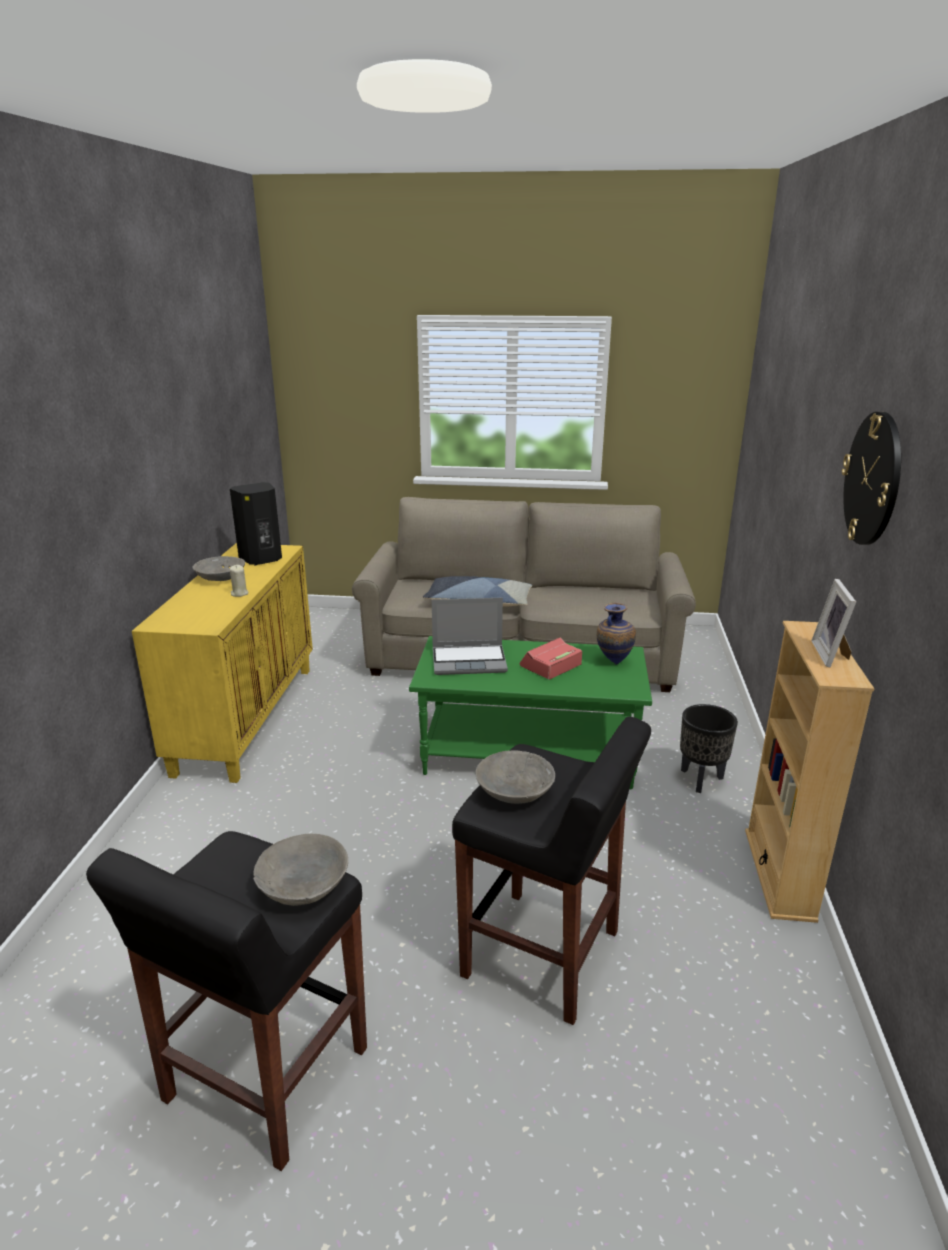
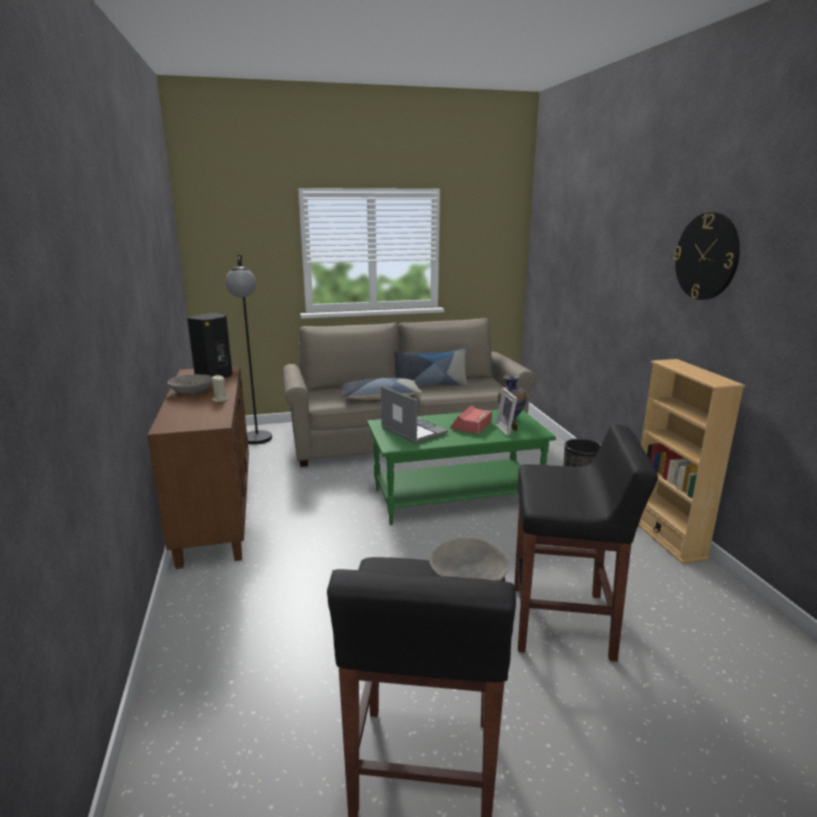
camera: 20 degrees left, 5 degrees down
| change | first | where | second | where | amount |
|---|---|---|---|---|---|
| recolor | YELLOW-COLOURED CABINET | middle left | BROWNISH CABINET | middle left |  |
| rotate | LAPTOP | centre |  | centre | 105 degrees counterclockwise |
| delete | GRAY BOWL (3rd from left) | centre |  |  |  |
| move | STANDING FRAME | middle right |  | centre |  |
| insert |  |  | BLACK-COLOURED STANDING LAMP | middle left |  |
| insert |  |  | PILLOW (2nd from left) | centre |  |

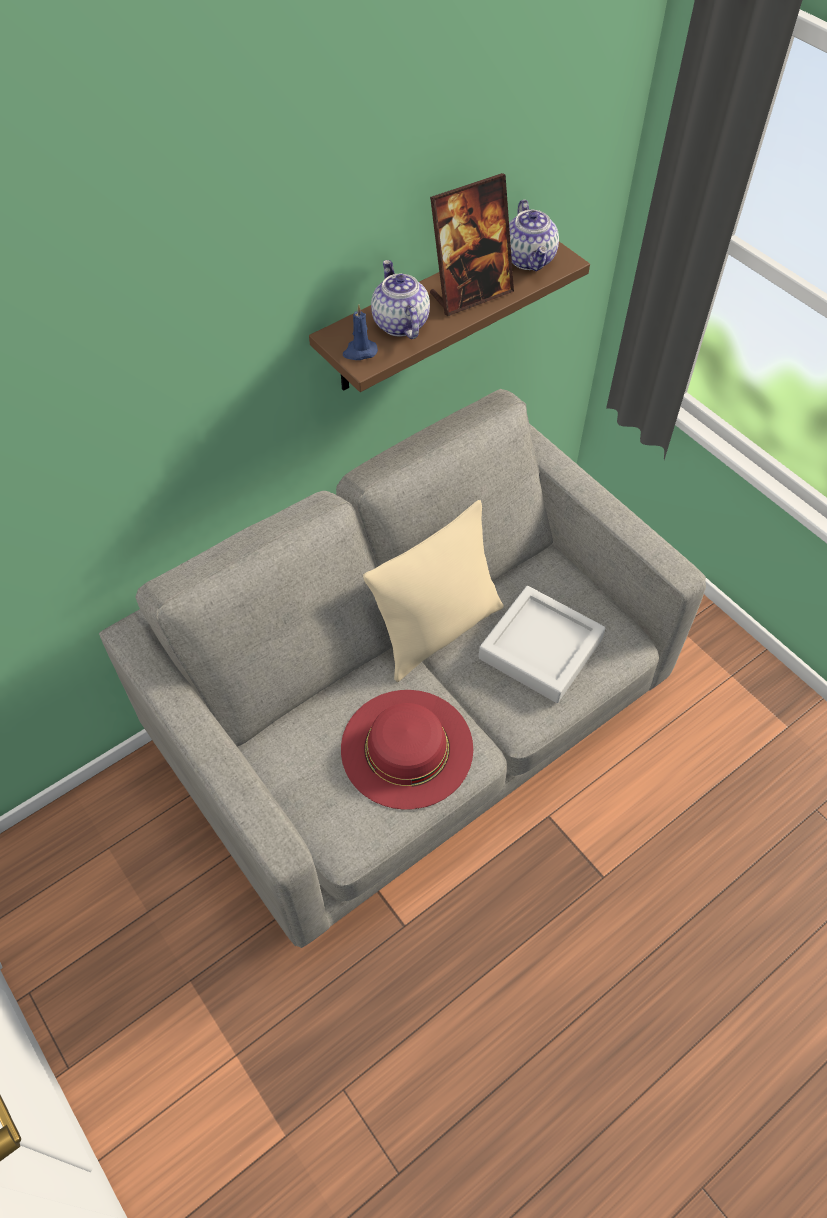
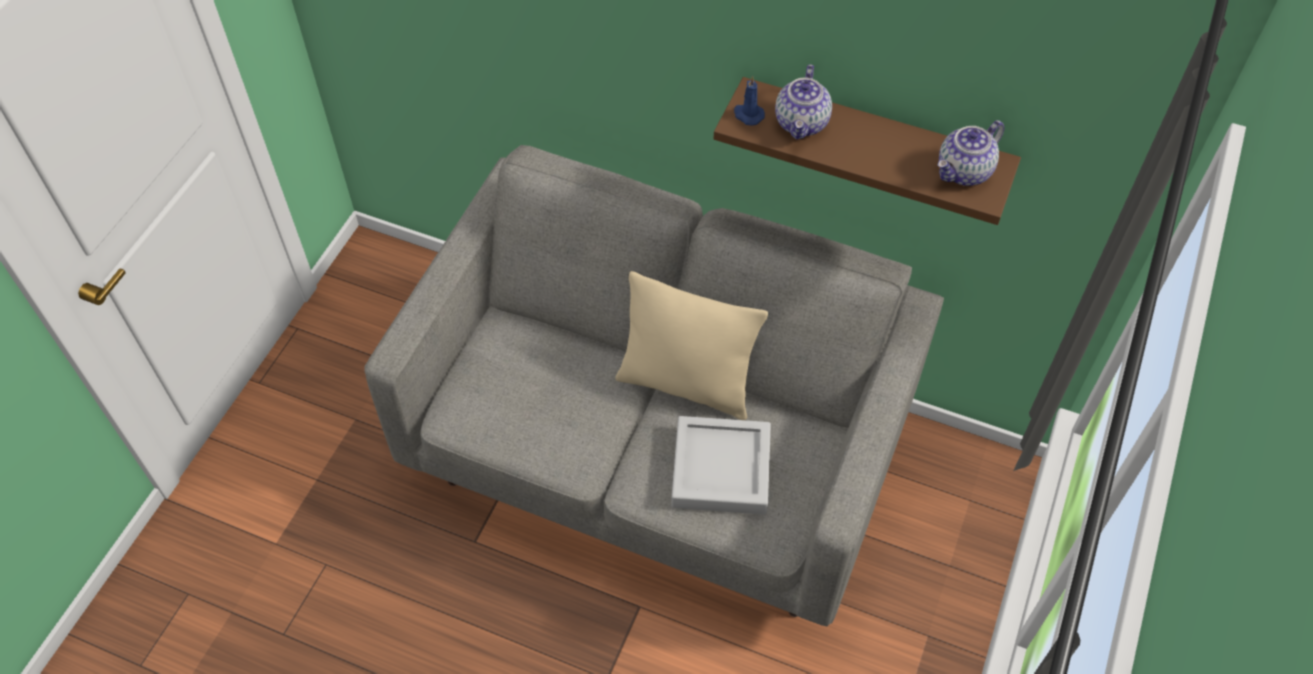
camera: 60 degrees right, 0 degrees up
| change | first | where | second | where | amount |
|---|---|---|---|---|---|
| delete | REDDISH WEARABLE HAT | centre |  |  |  |
| rotate | TEAPOT (1st from left) | top centre |  | top centre | 150 degrees clockwise |
| delete | STANDING FRAME | top centre |  |  |  |

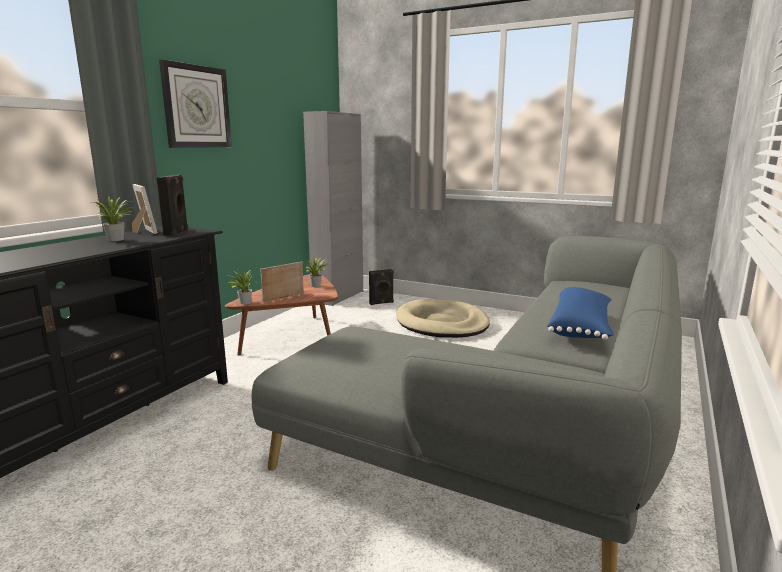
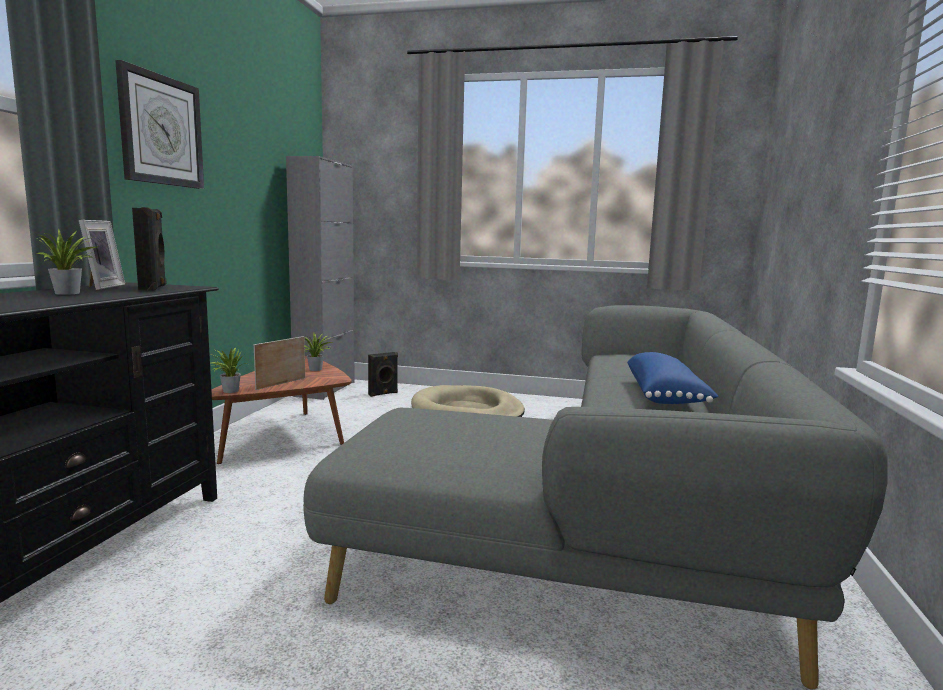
camera: 15 degrees left, 5 degrees down
| change | first | where | second | where | amount |
|---|---|---|---|---|---|
| rotate | STANDING FRAME (1st from left) | middle left |  | middle left | 45 degrees clockwise |

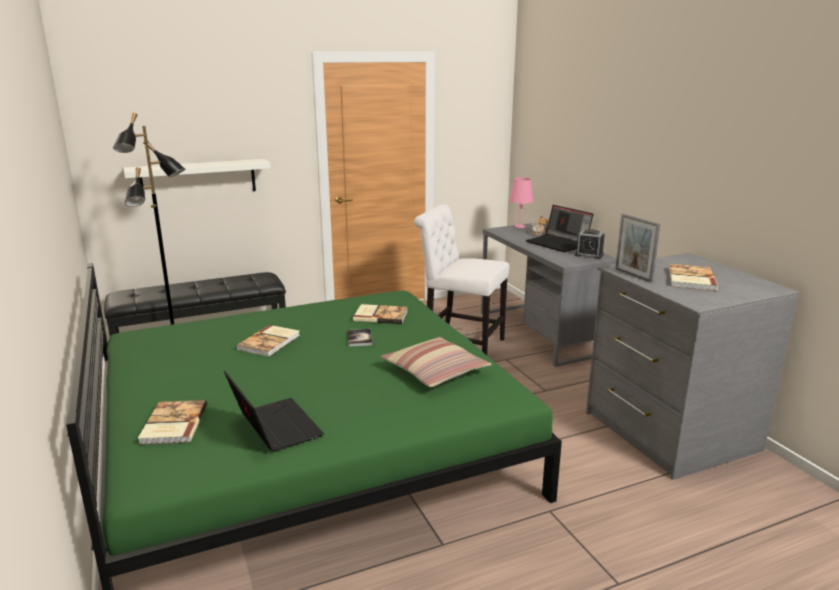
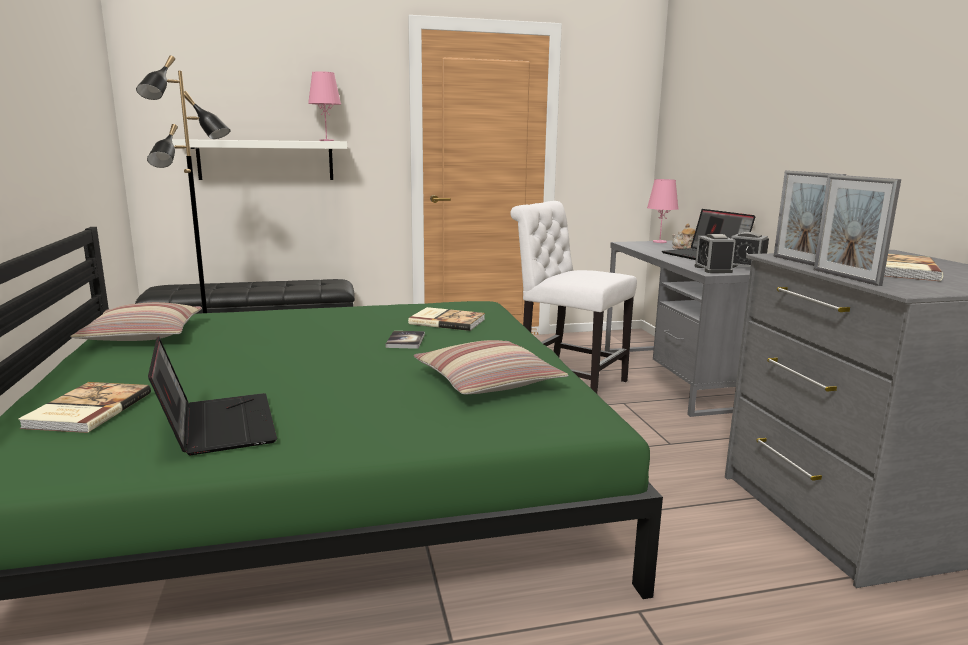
camera: 10 degrees right, 5 degrees down
| change | first | where | second | where | amount |
|---|---|---|---|---|---|
| delete | VOLUME (2nd from left) | middle left |  |  |  |
| insert |  |  | PILLOW (1st from left) | middle left |  |
| insert |  |  | PINKISH TABLE LAMP (1st from left) | top centre |  |
| insert |  |  | TABLE CLOCK (1st from left) | middle right |  |
| insert |  |  | STANDING FRAME (2nd from left) | middle right |  |

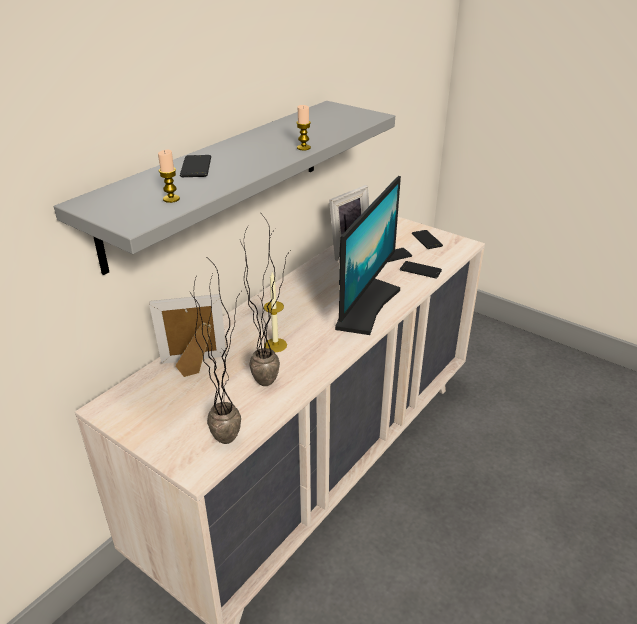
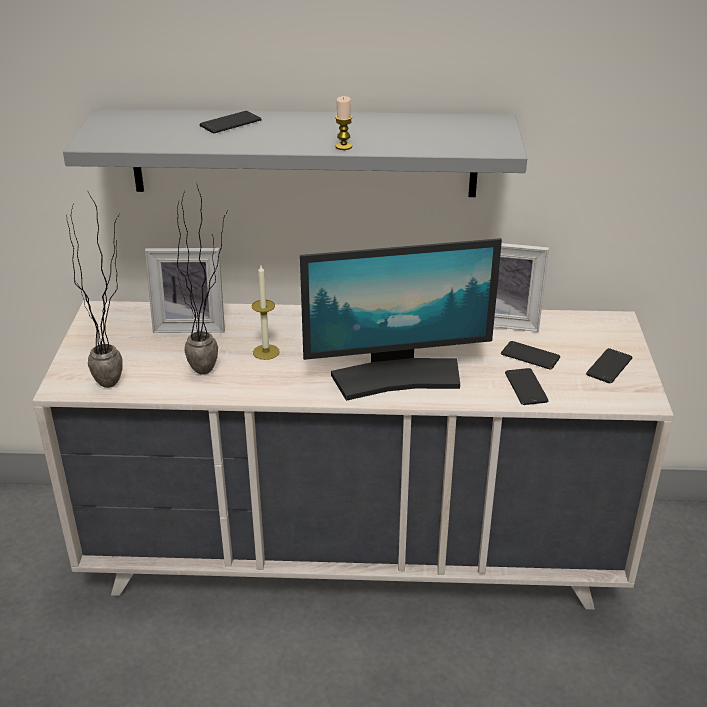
camera: 55 degrees right, 0 degrees up
| change | first | where | second | where | amount |
|---|---|---|---|---|---|
| rotate | STANDING FRAME (1st from left) | middle left |  | middle left | 135 degrees clockwise |
| delete | CANDLE (1st from left) | top left |  |  |  |

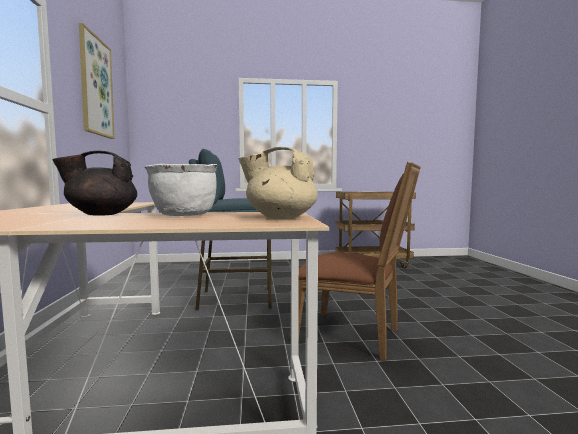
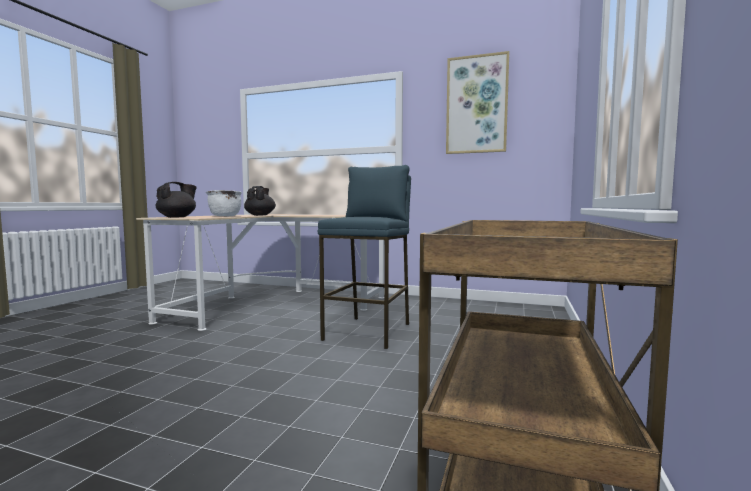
camera: 115 degrees right, 0 degrees up
| change | first | where | second | where | amount |
|---|---|---|---|---|---|
| recolor | BEIGE TEAPOT | centre | BLACK-COLOURED TEAPOT (1st from left) | middle left |  |
| delete | BROWNISH CHAIR | centre |  |  |  |

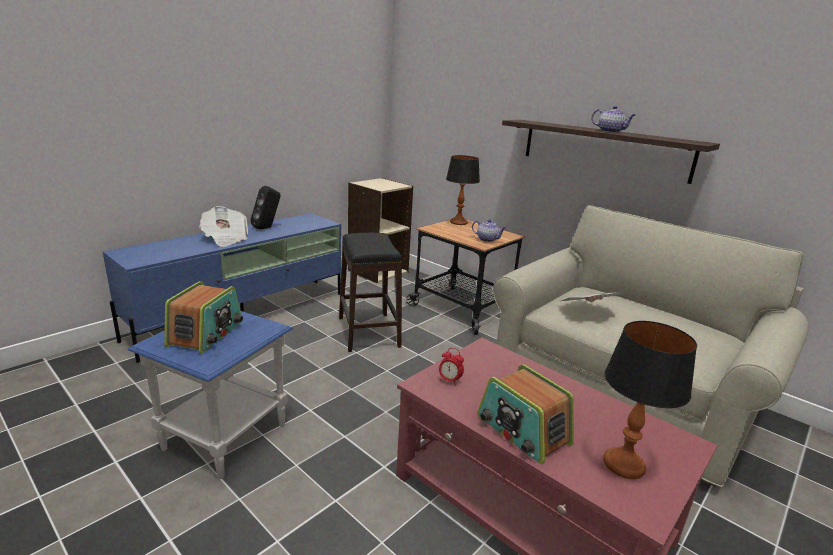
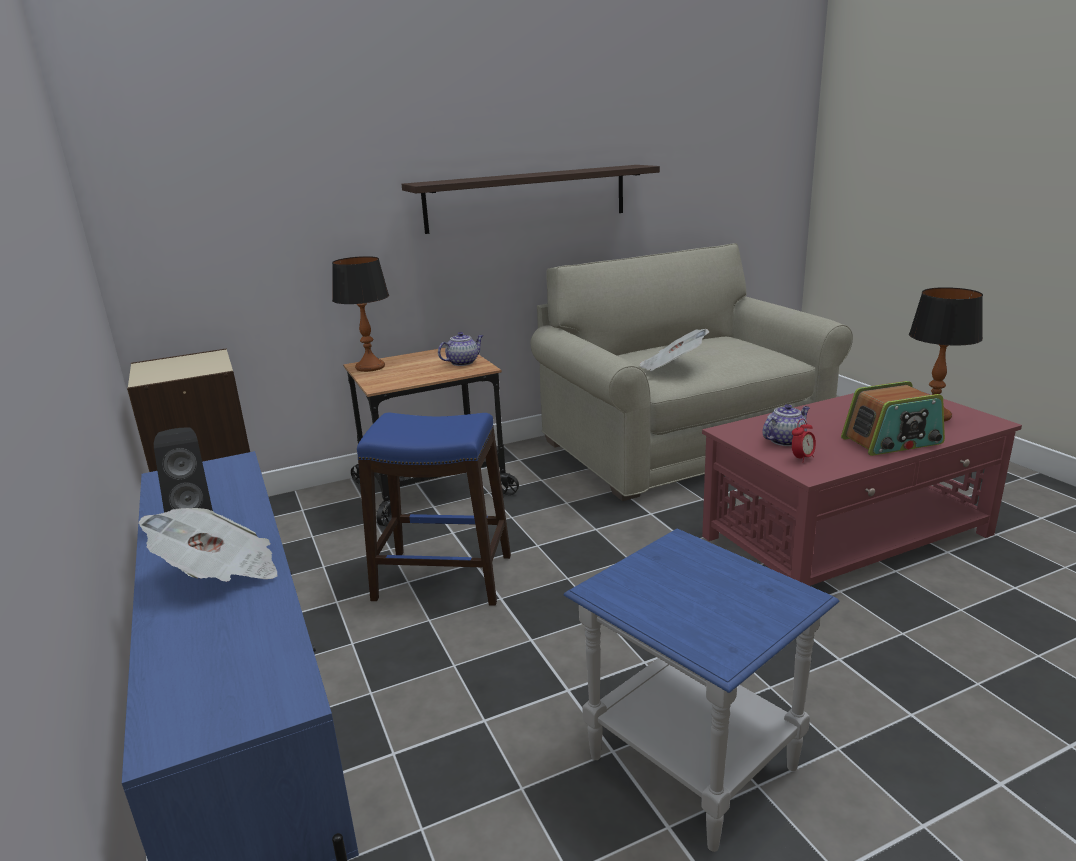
camera: 65 degrees left, 0 degrees up
| change | first | where | second | where | amount |
|---|---|---|---|---|---|
| delete | RADIO SET (1st from left) | middle left |  |  |  |
| recolor | BLACK-COLOURED STOOL SEAT | centre | BLUISH STOOL SEAT | centre |  |
| move | TEAPOT (2nd from left) | top right |  | middle right |  |

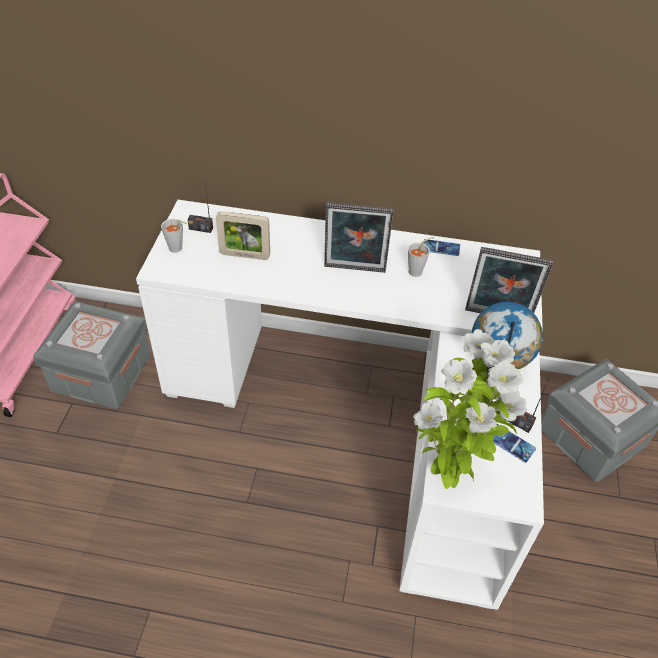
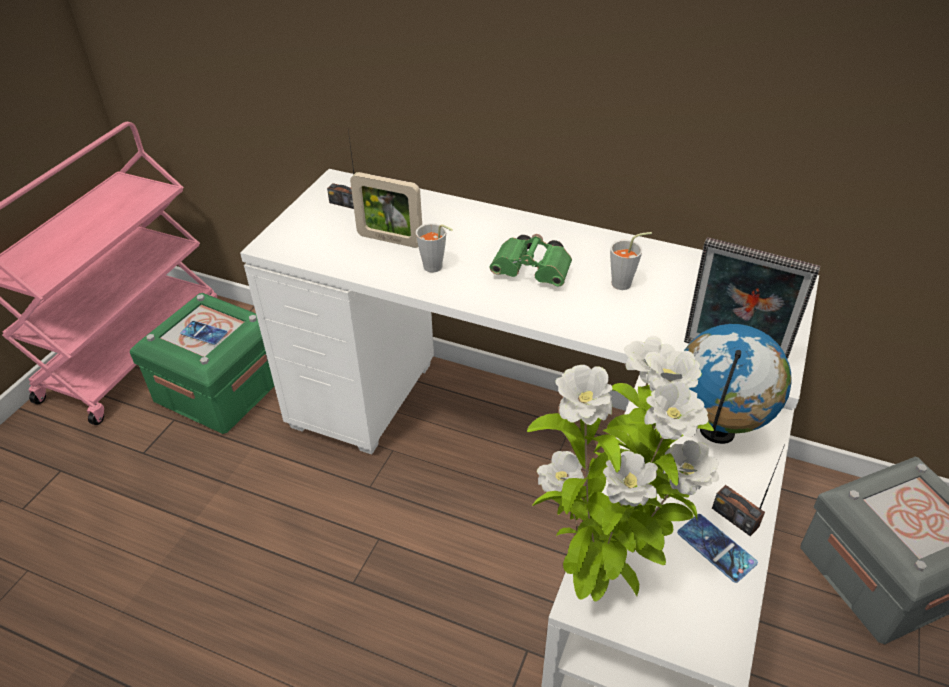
camera: 15 degrees right, 5 degrees down
| change | first | where | second | where | amount |
|---|---|---|---|---|---|
| recolor | GRAY STORAGE BOX (1st from left) | middle left | GREENISH STORAGE BOX | middle left |  |
| move | GRAY SMALL CUP (1st from left) | middle left |  | centre |  |
| replace | STANDING FRAME (2nd from left) | centre | GREENISH PAIR OF BINOCULARS | centre |  |
| move | HANDSET (1st from left) | middle right |  | middle left |  |

